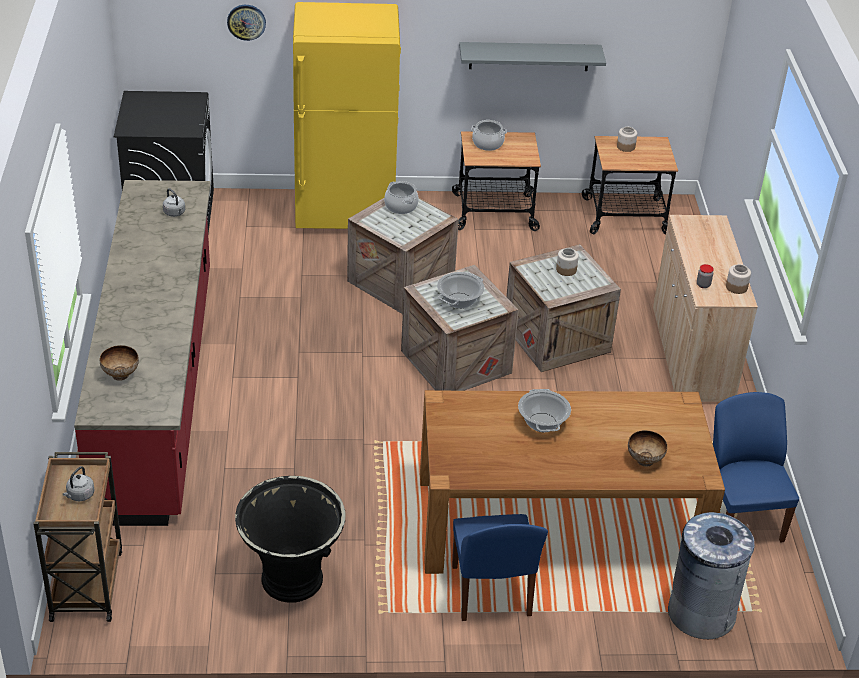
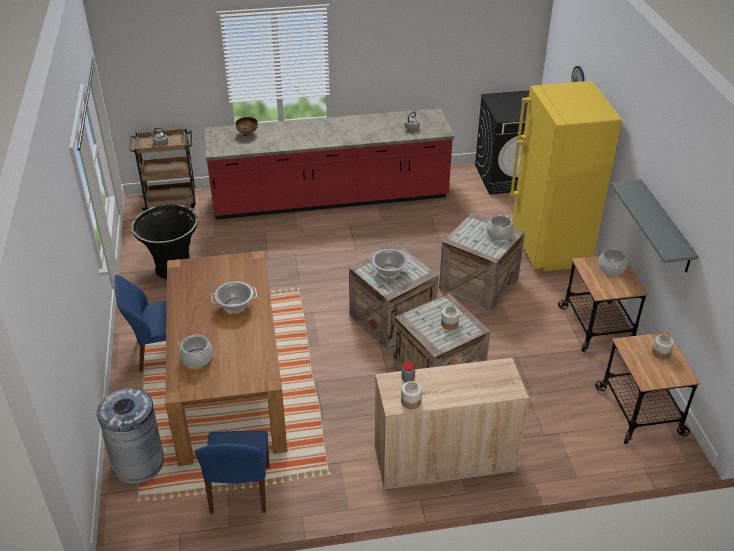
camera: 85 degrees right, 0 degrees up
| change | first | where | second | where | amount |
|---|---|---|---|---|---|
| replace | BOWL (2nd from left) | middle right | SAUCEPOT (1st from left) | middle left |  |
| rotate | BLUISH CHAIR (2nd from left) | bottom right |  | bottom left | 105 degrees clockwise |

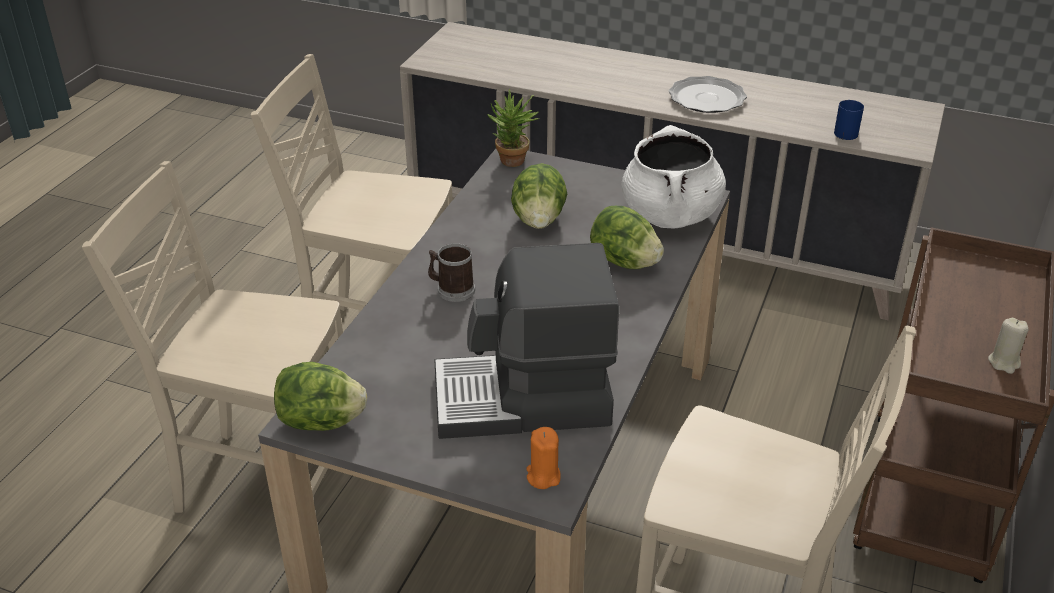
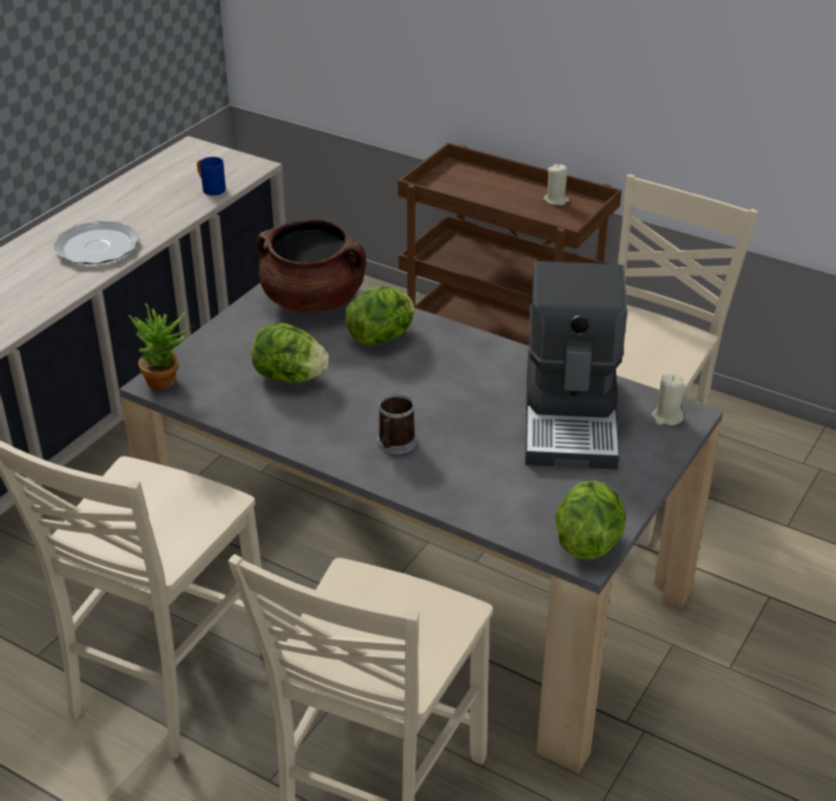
camera: 80 degrees left, 0 degrees up
| change | first | where | second | where | amount |
|---|---|---|---|---|---|
| recolor | ORANGE-COLOURED CANDLE | bottom centre | BEIGE CANDLE (2nd from left) | middle right |  |
| recolor | WHITISH SAUCEPOT | top centre | BROWNISH SAUCEPOT | top centre |  |

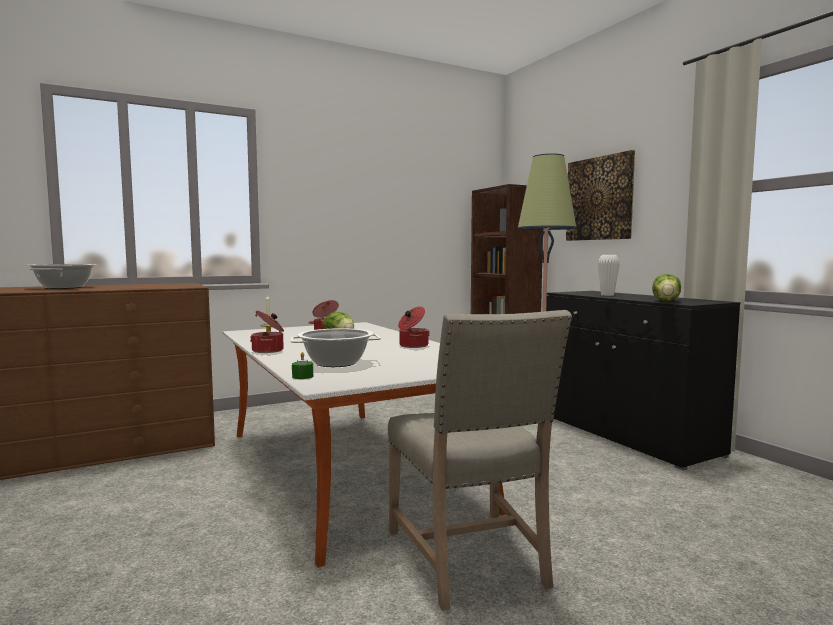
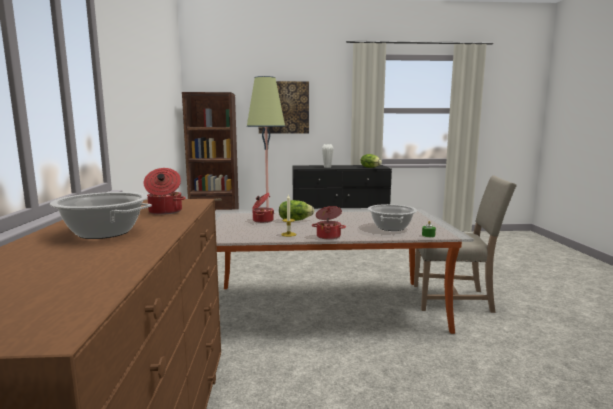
camera: 65 degrees left, 5 degrees up
| change | first | where | second | where | amount |
|---|---|---|---|---|---|
| move | SAUCEPOT (5th from left in the first image) | centre | SAUCEPOT (2nd from left) | middle left |  |

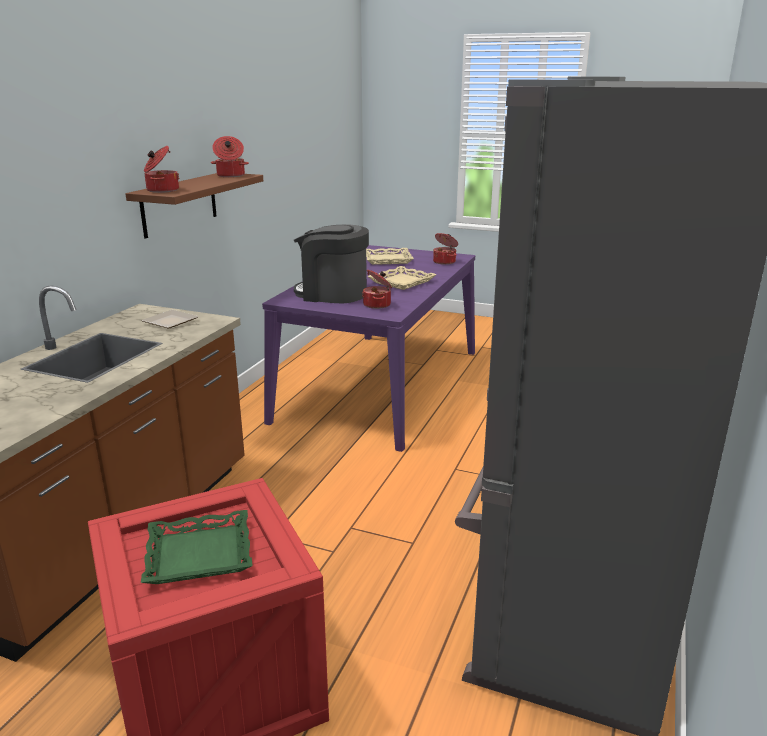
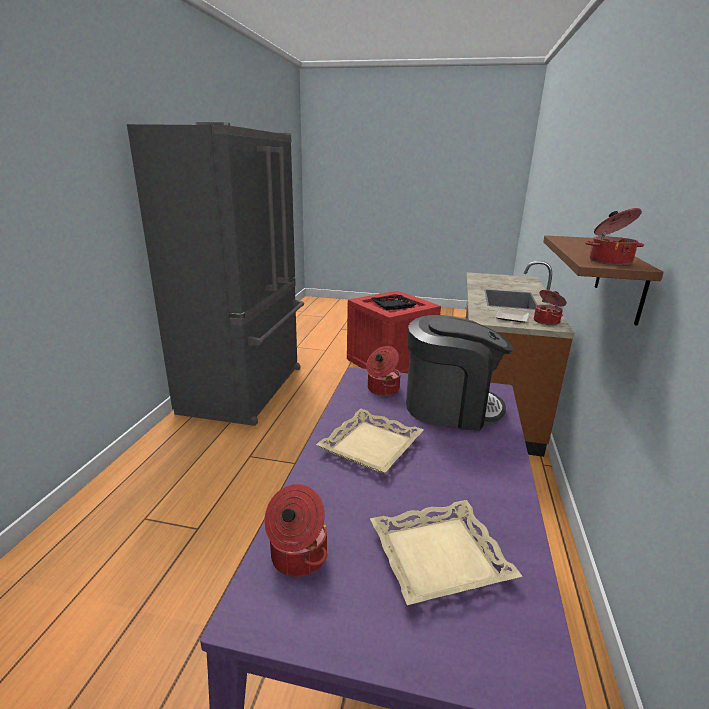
camera: 170 degrees right, 0 degrees up
| change | first | where | second | where | amount |
|---|---|---|---|---|---|
| recolor | GREENISH TRAY | bottom left | BLACK-COLOURED TRAY | centre |  |
| move | SAUCEPOT (1st from left in the first image) | top left | SAUCEPOT (3rd from left) | middle right |  |

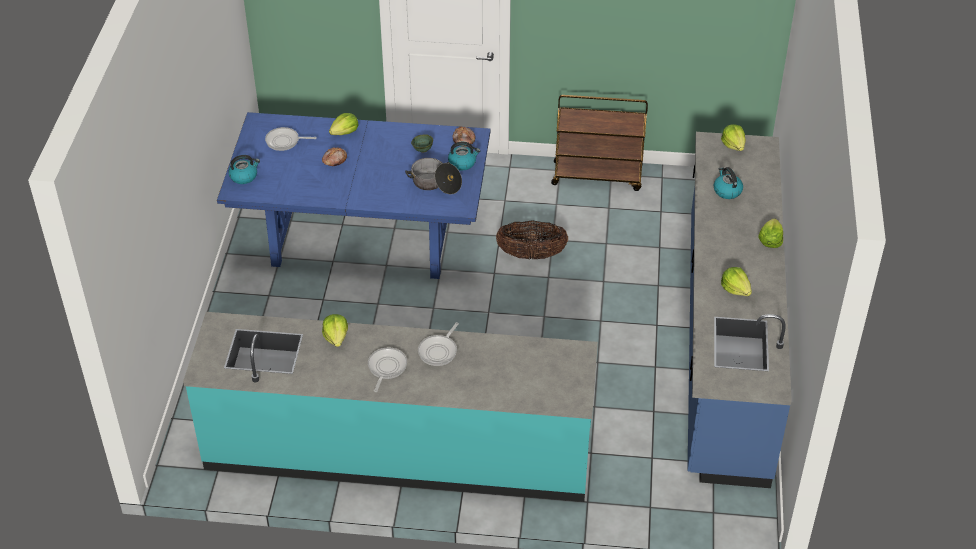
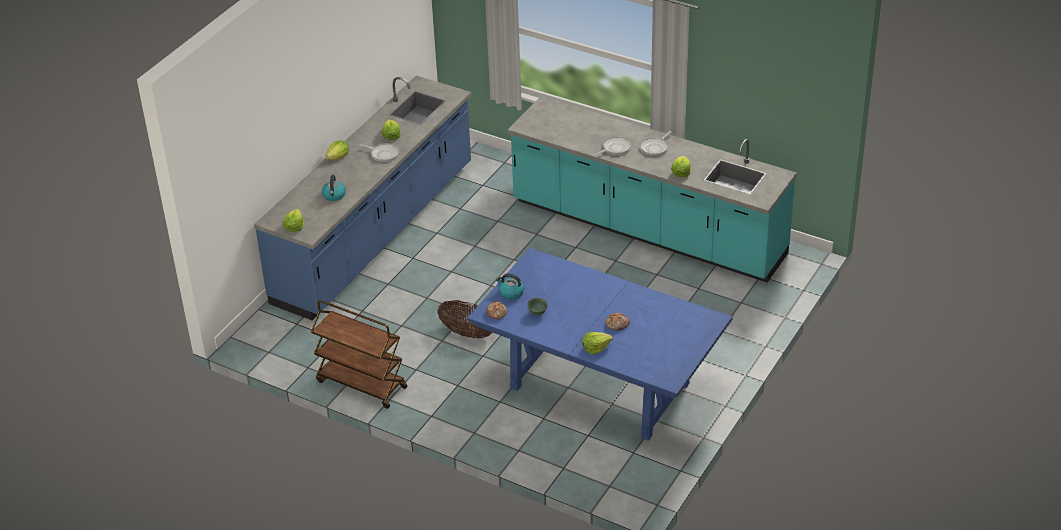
camera: 155 degrees left, 5 degrees down
| change | first | where | second | where | amount |
|---|---|---|---|---|---|
| delete | TEA KETTLE (1st from left) | top left |  |  |  |
| move | FRYING PAN (1st from left) | top left |  | top centre |  |
| delete | SAUCEPOT | top centre |  |  |  |

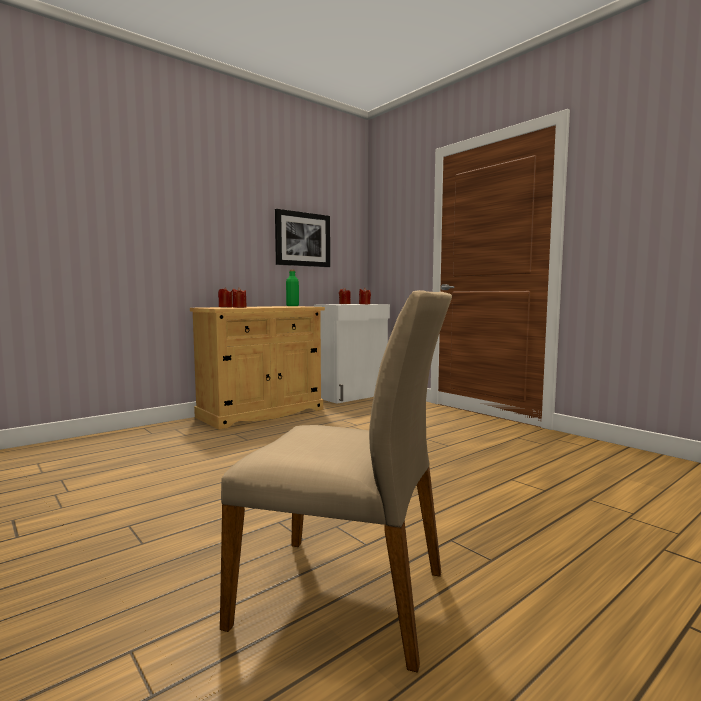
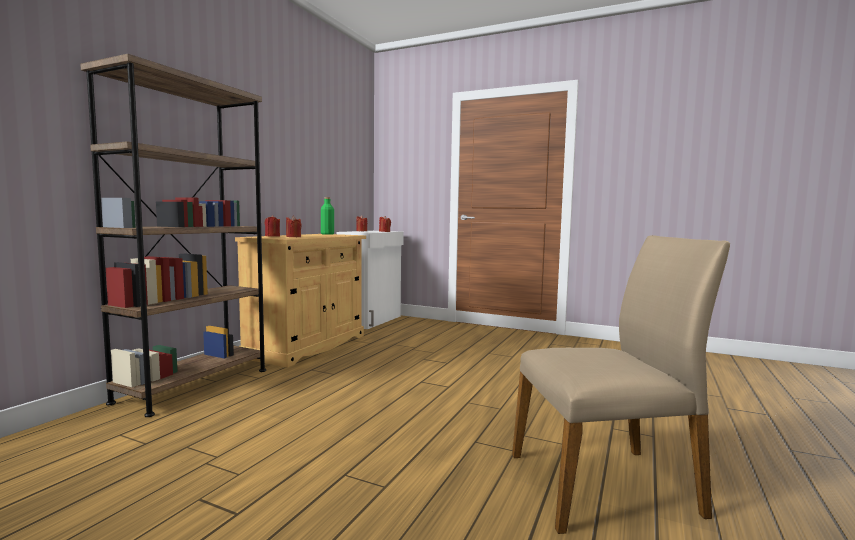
camera: 25 degrees left, 0 degrees up
| change | first | where | second | where | amount |
|---|---|---|---|---|---|
| delete | WALL ART | centre |  |  |  |
| insert |  |  | BROWNISH BOOKSHELF | middle left |  |

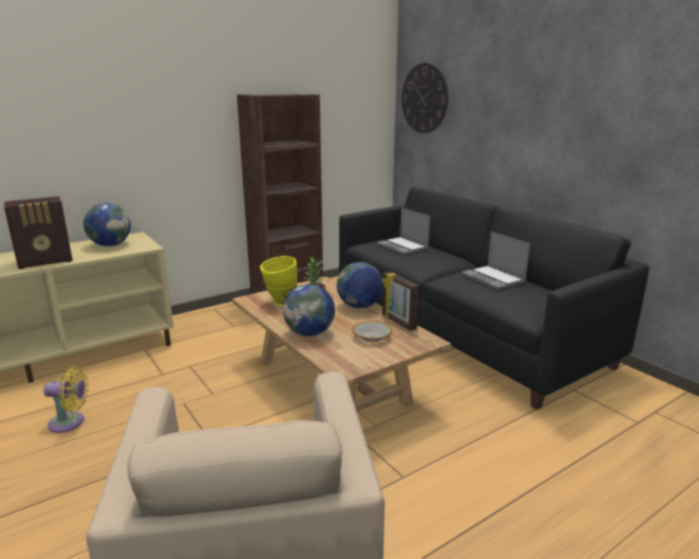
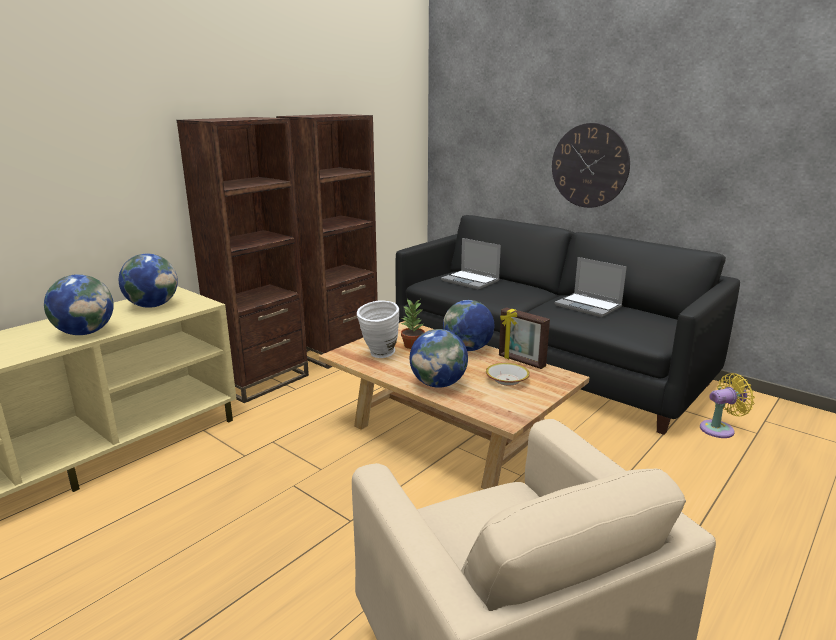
camera: 15 degrees left, 0 degrees up
| change | first | where | second | where | amount |
|---|---|---|---|---|---|
| replace | RADIO SET | middle left | WORLD GLOBE (1st from left) | middle left |  |
| move | YELLOW-COLOURED COOLING FAN | bottom left |  | middle right |  |
| recolor | YELLOW-COLOURED FLOWER VASE | centre | WHITISH FLOWER VASE | centre |  |
| move | CLOCK ON THE WALL | top centre |  | top right |  |
| insert |  |  | BROWNISH BOOKSHELF (1st from left) | middle left |  |

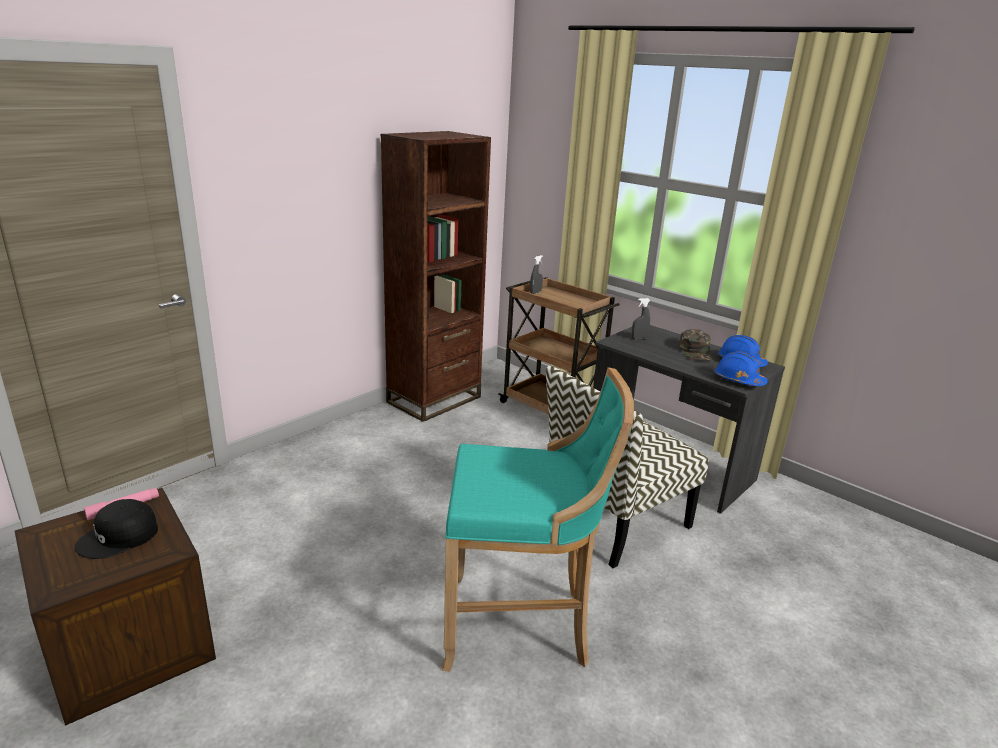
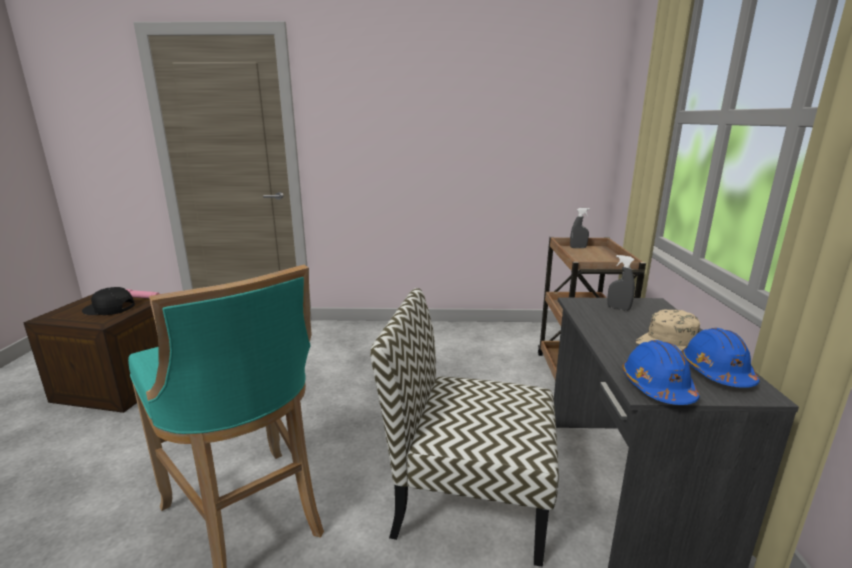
camera: 50 degrees right, 5 degrees down
| change | first | where | second | where | amount |
|---|---|---|---|---|---|
| delete | BROWNISH BOOKSHELF | centre |  |  |  |
| recolor | GREENISH PEAKED CAP | middle right | BEIGE PEAKED CAP | middle right |  |

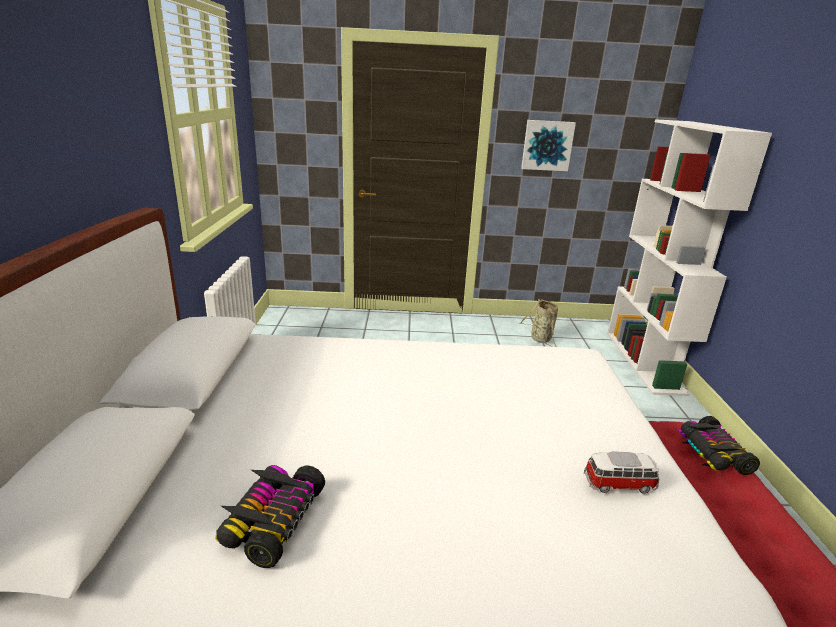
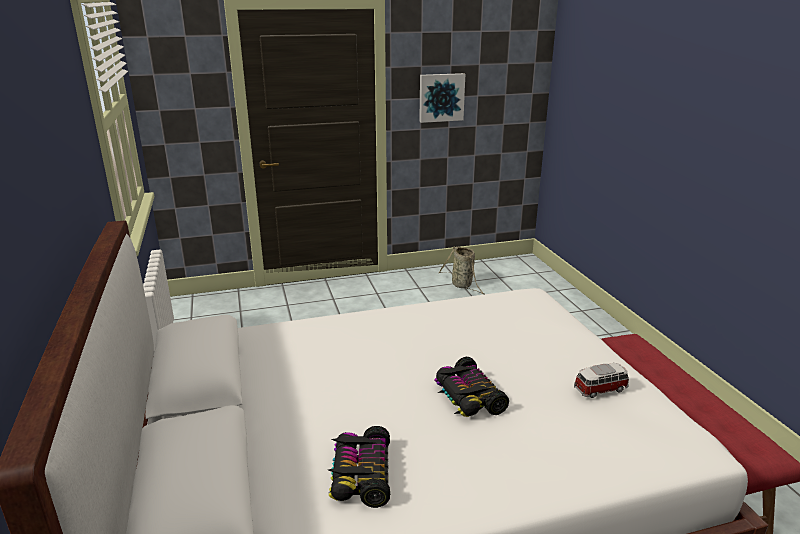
camera: 15 degrees left, 0 degrees up
| change | first | where | second | where | amount |
|---|---|---|---|---|---|
| delete | WHITISH BOOKSHELF | middle right |  |  |  |
| move | MINIATURE CAR (3rd from left in the first image) | bottom right | MINIATURE CAR (2nd from left) | bottom centre |  |

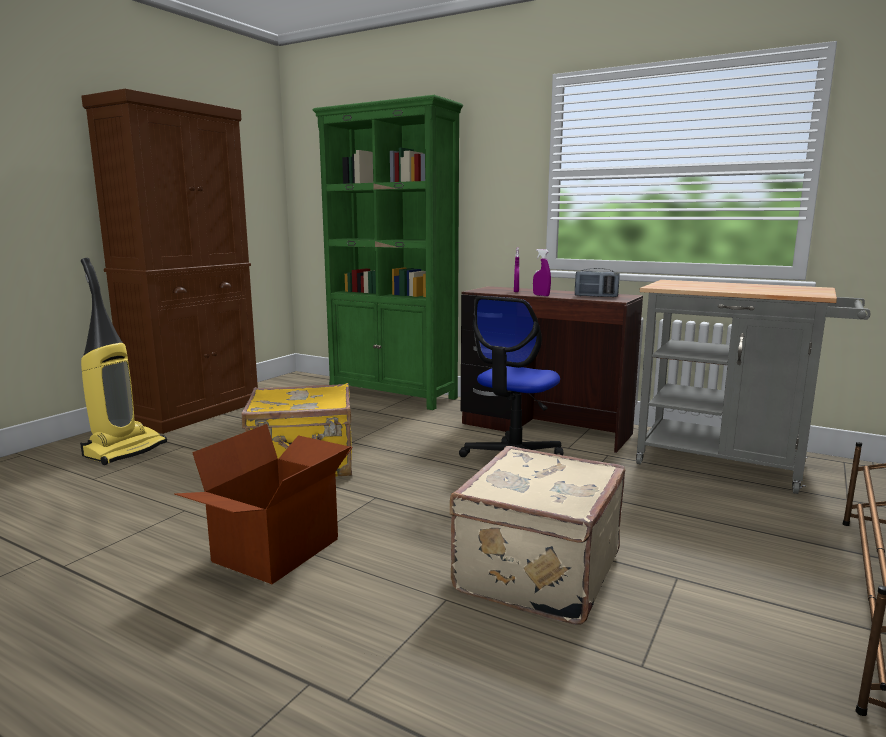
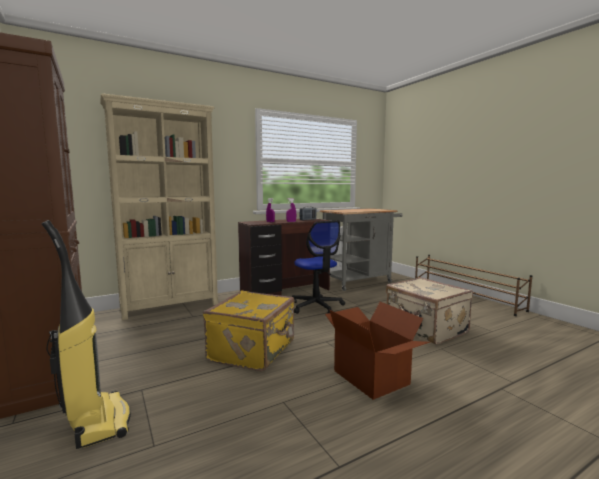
camera: 60 degrees left, 5 degrees down
| change | first | where | second | where | amount |
|---|---|---|---|---|---|
| recolor | GREENISH BOOKSHELF | centre | BEIGE BOOKSHELF | middle left |  |

